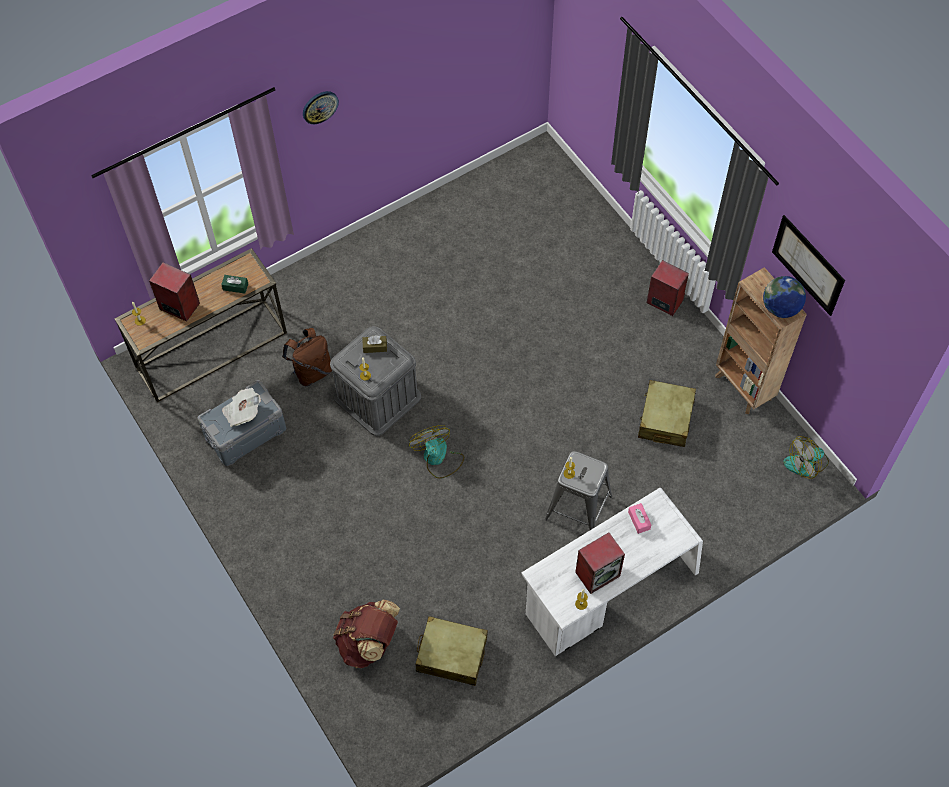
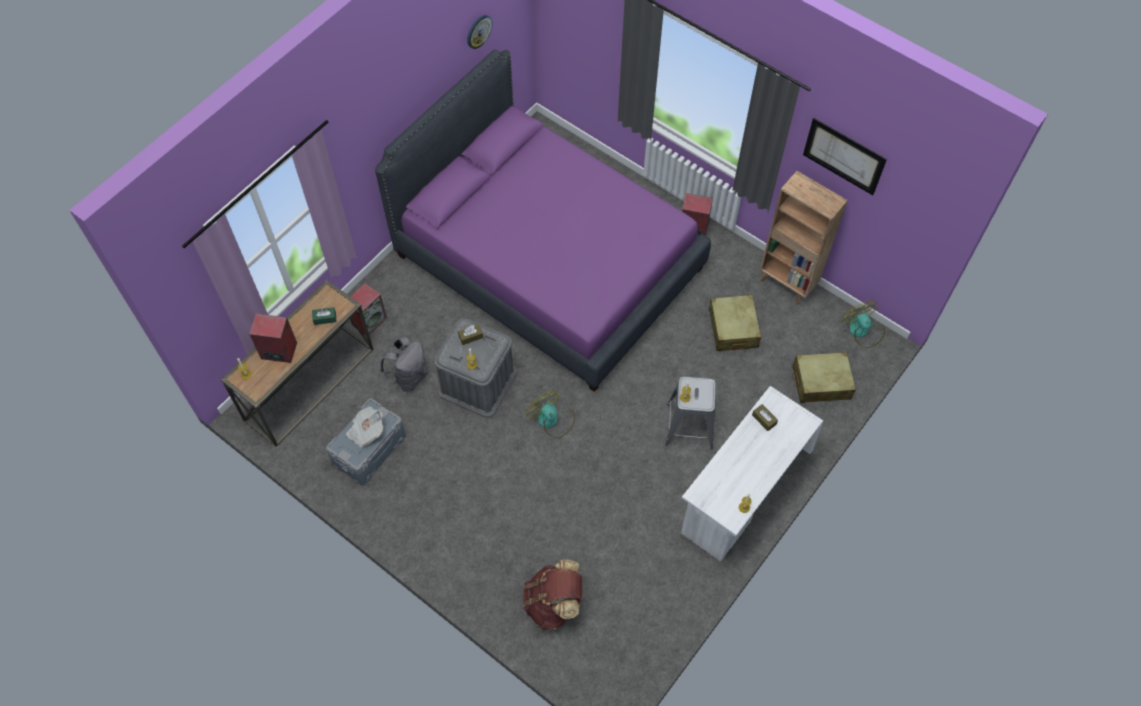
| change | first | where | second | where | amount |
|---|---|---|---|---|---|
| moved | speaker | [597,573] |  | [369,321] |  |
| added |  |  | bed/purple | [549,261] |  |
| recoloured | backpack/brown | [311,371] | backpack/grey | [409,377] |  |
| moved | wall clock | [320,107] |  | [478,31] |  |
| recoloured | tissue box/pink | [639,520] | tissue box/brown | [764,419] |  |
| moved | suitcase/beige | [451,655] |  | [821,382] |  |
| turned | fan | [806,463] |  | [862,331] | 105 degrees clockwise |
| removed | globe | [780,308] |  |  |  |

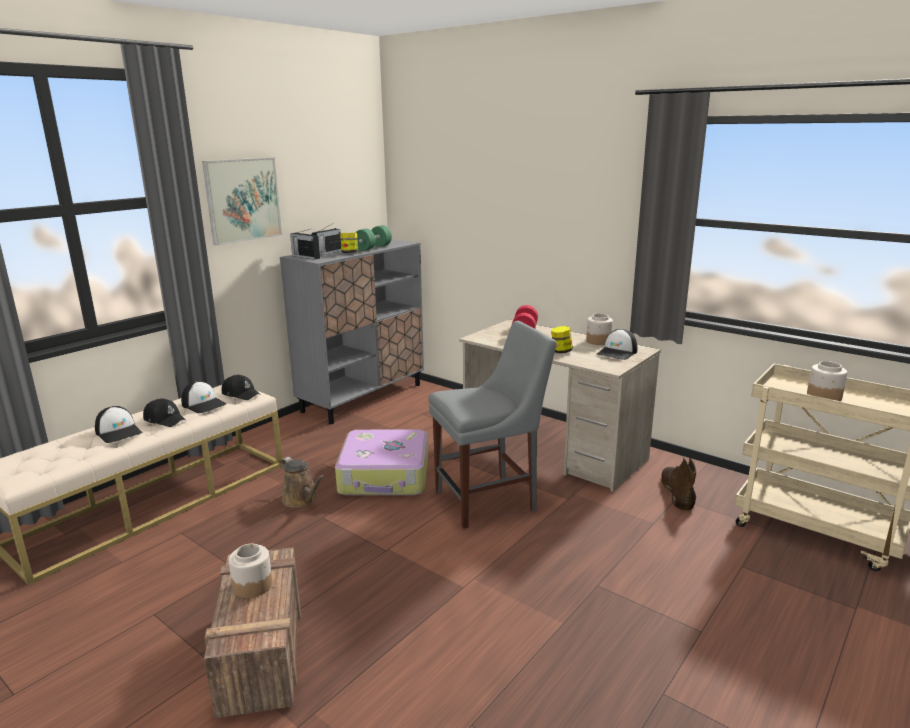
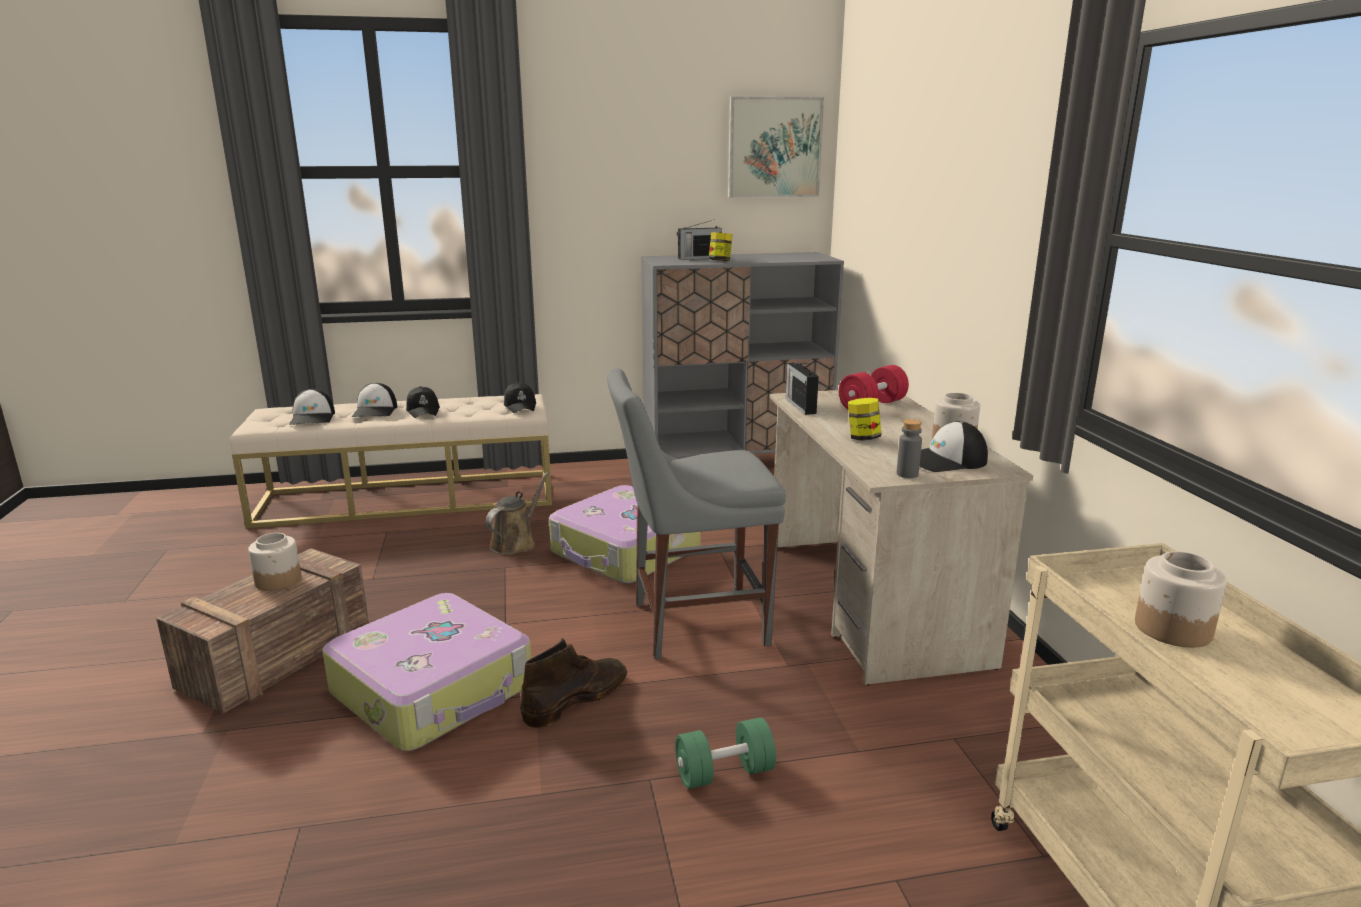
| change | first | where | second | where | amount |
|---|---|---|---|---|---|
| moved | cap | [204,404] |  | [313,418] |  |
| added |  |  | suitcase | [435,690] |  |
| turned | watering can/brown | [302,499] |  | [515,543] | 150 degrees counterclockwise |
| moved | boot/brown | [676,491] |  | [577,698] |  |
| turned | chair/grey | [490,500] |  | [692,623] | 150 degrees clockwise |
| moved | dumbbell/green | [373,248] |  | [724,773] |  |
| moved | picture | [243,200] |  | [774,147] |  |
| moved | radio | [305,257] |  | [800,405] |  |
| added |  |  | bottle/grey | [907,474] |  |

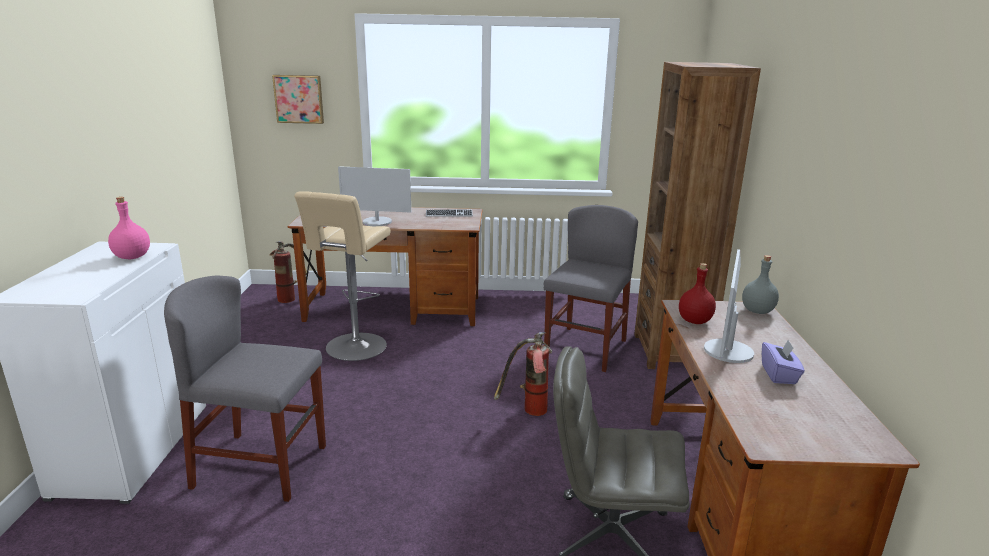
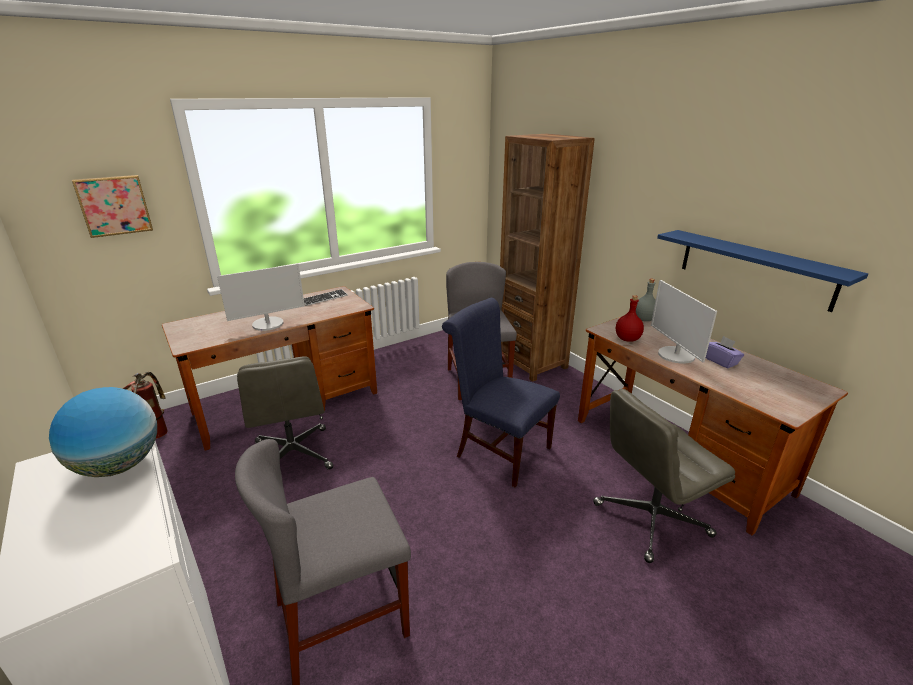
| change | first | where | second | where | amount |
|---|---|---|---|---|---|
| replaced | bottle/pink | [132,257] | globe | [119,465] |  |
| replaced | stool/beige | [354,348] | office chair/grey | [293,456] |  |
| replaced | fire extinguisher | [528,412] | chair/blue | [498,450] |  |
| added |  |  | shelf/blue | [754,268] |  |

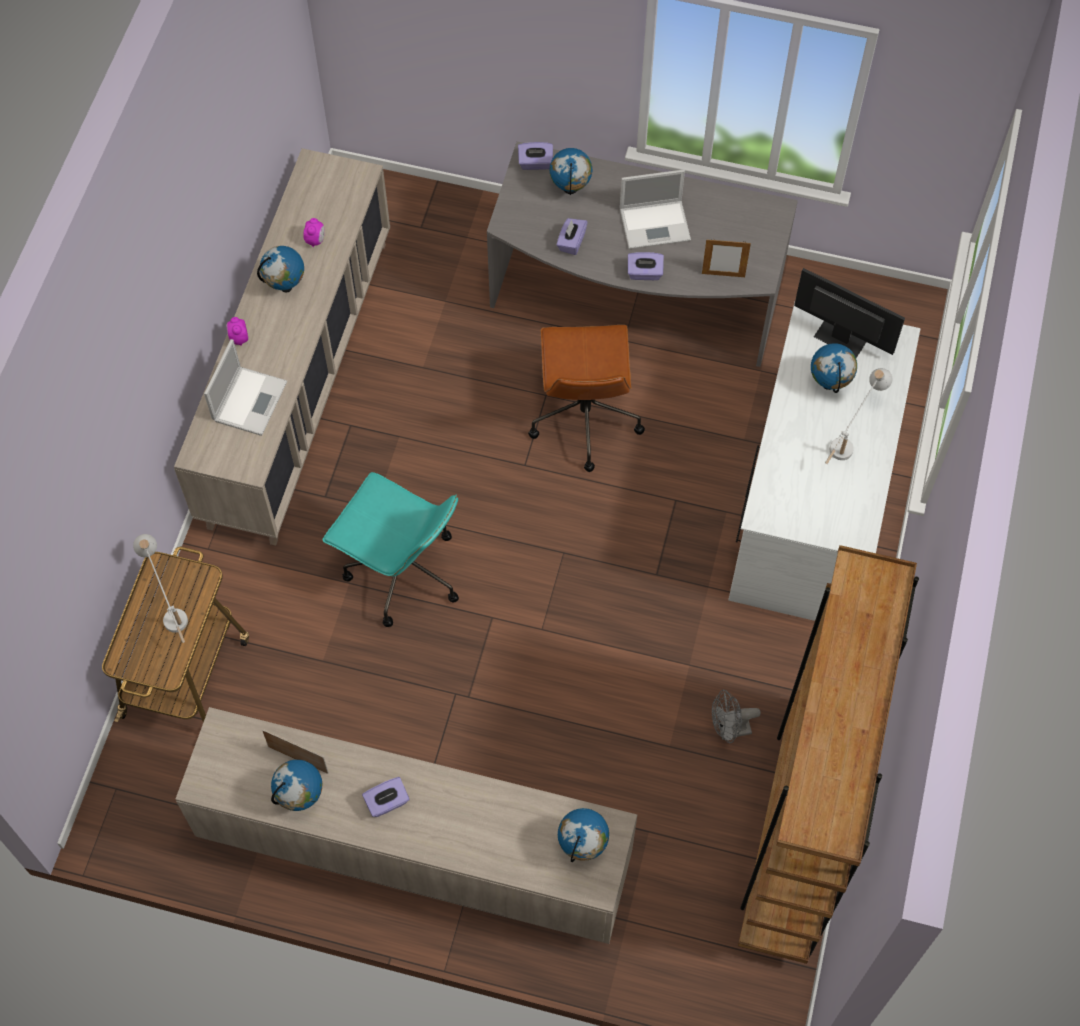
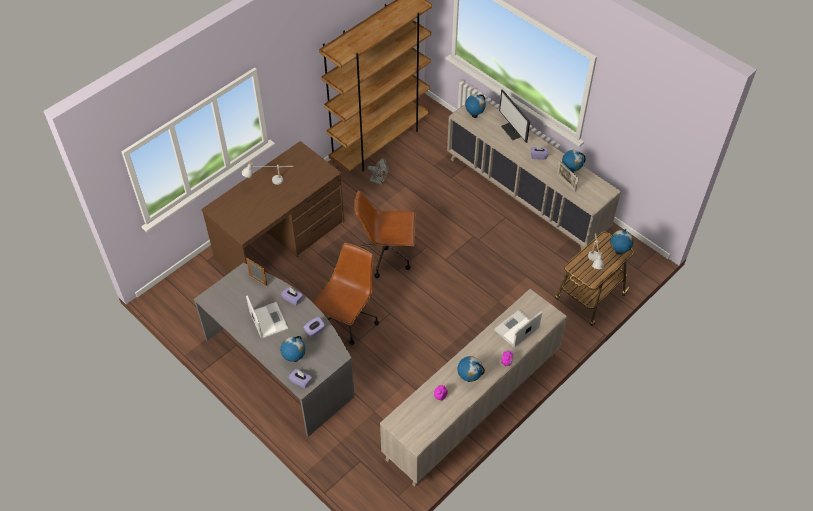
| change | first | where | second | where | amount |
|---|---|---|---|---|---|
| recoloured | desk/white | [811,504] | desk/brown | [280,240] |  |
| turned | laptop | [656,224] |  | [268,320] | 45 degrees clockwise |
| added |  |  | office chair/brown | [387,255] |  |
| moved | monitor | [840,337] |  | [513,131] |  |
| moved | globe | [829,384] |  | [618,251] |  |
| removed | office chair/turquoise | [401,572] |  |  |  |

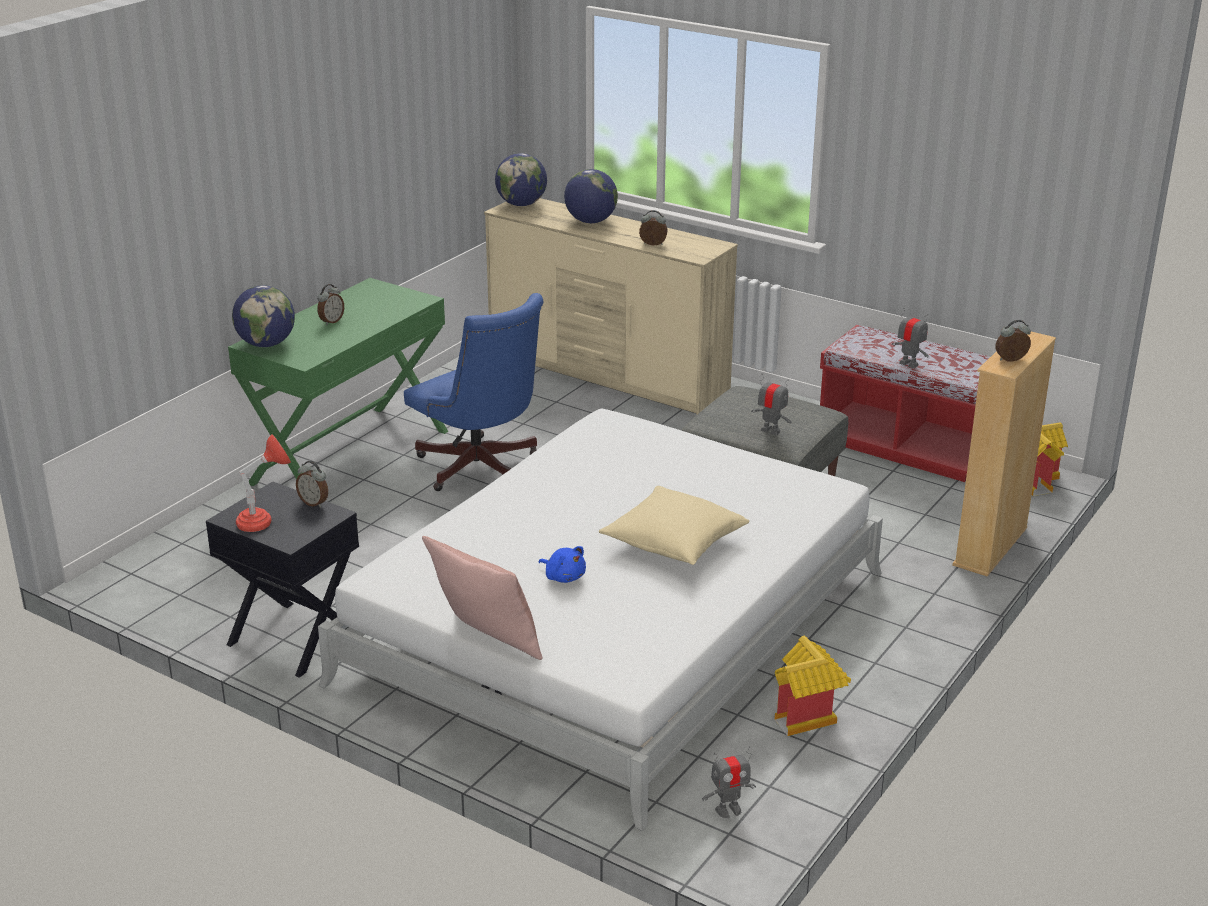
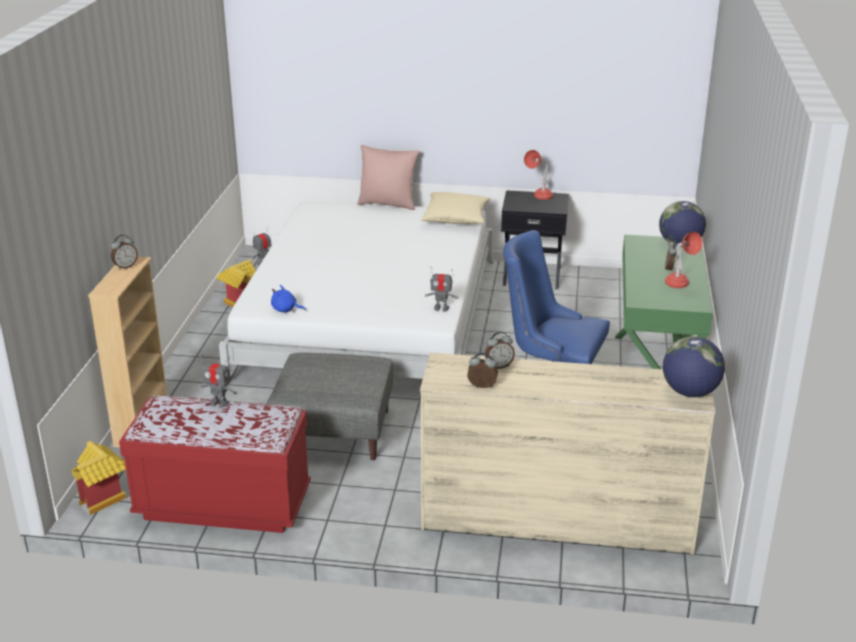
| change | first | where | second | where | amount |
|---|---|---|---|---|---|
| moved | plush toy/blue | [564,577] |  | [286,310] |  |
| moved | pillow/beige | [673,542] |  | [456,218] |  |
| moved | toy robot | [770,430] |  | [441,308] |  |
| moved | alarm clock | [314,503] |  | [482,387] |  |
| added |  |  | table lamp/red | [679,286] |  |
| removed | globe | [591,221] |  |  |  |

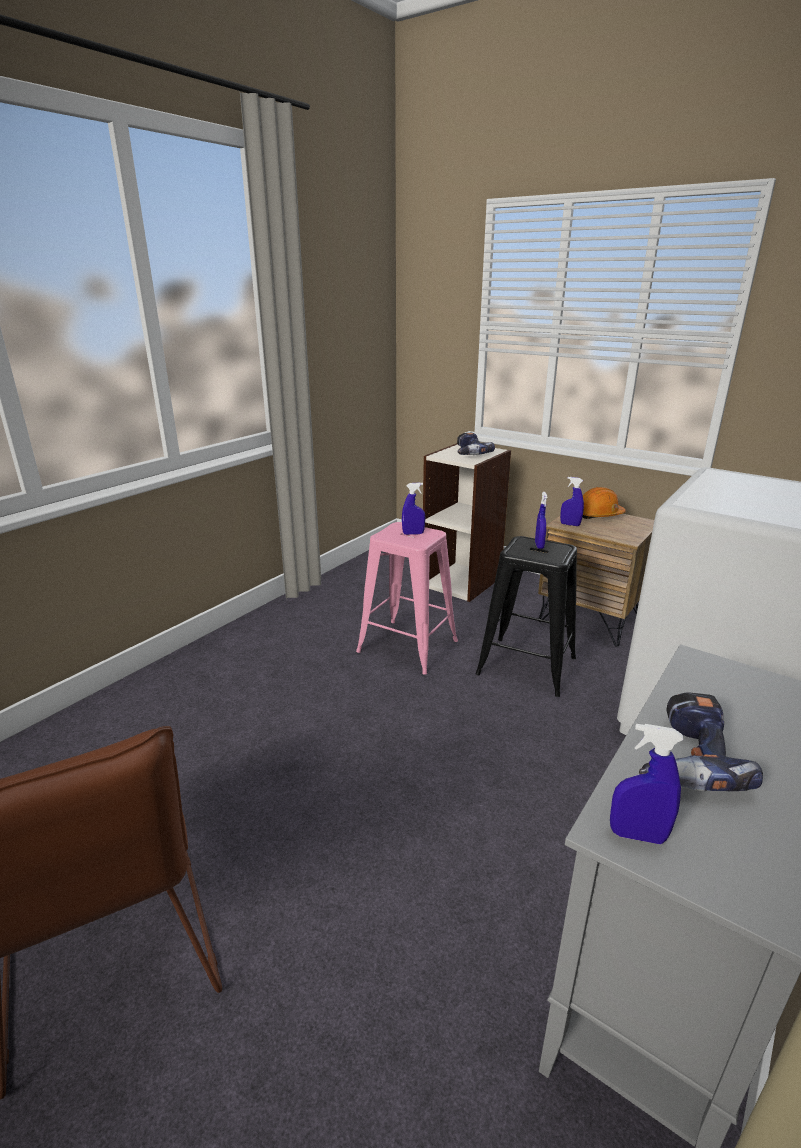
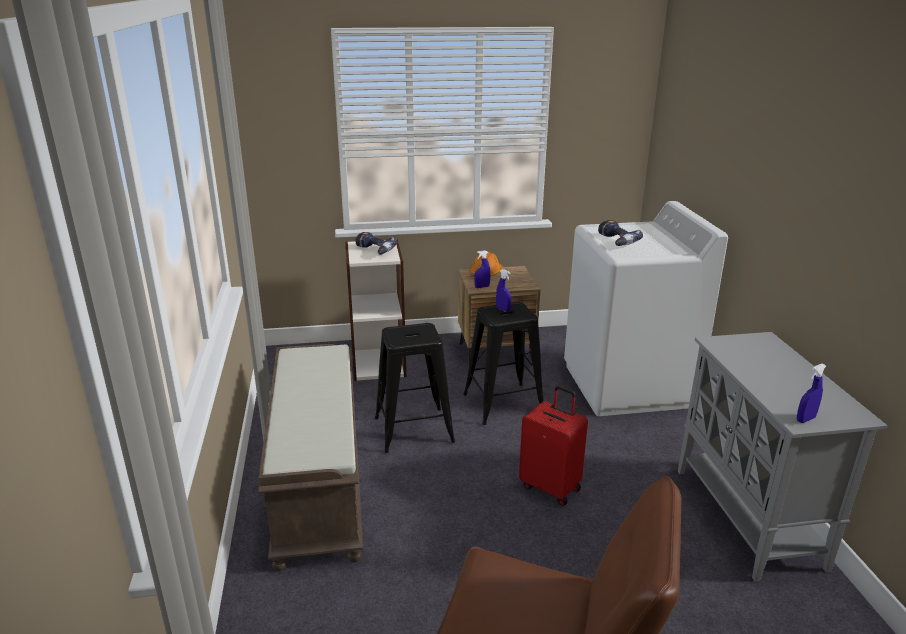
| change | first | where | second | where | amount |
|---|---|---|---|---|---|
| added |  |  | bench/brown | [317,481] |  |
| recoloured | stool/pink | [407,646] | stool/black | [413,430] |  |
| added |  |  | suitcase/red | [551,487] |  |
| moved | power drill | [683,758] |  | [615,241] |  |
| removed | spray bottle/blue | [413,533] |  |  |  |

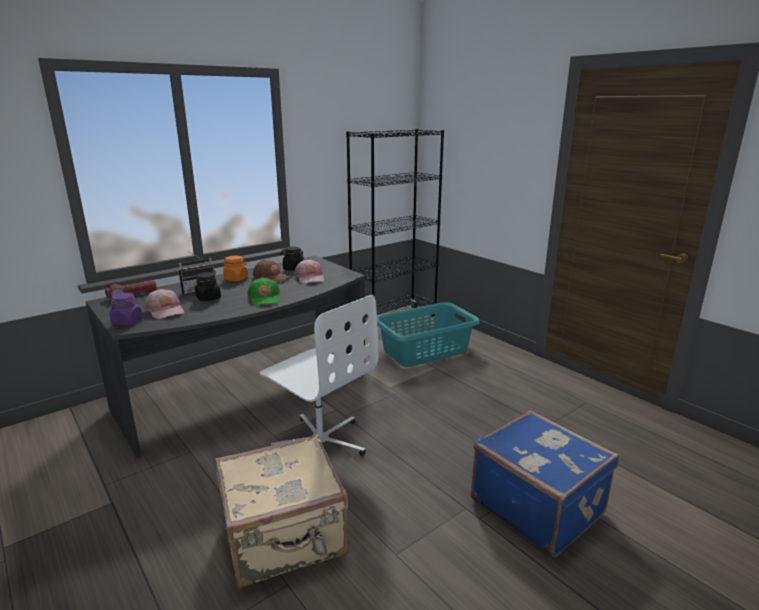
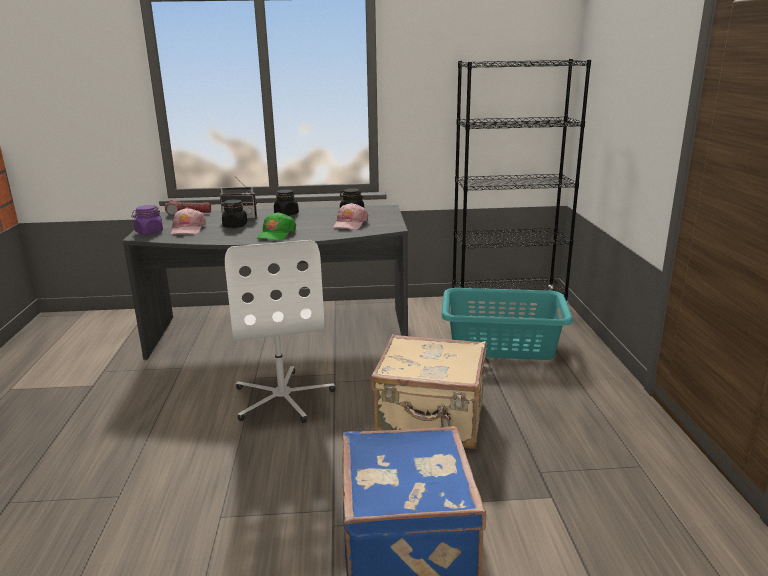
| change | first | where | second | where | amount |
|---|---|---|---|---|---|
| recoloured | jar/orange | [236,279] | jar/black | [286,214] |  |
| moved | suitcase/beige | [285,538] |  | [431,421] |  |
| removed | cap/brown | [271,277] |  |  |  |

